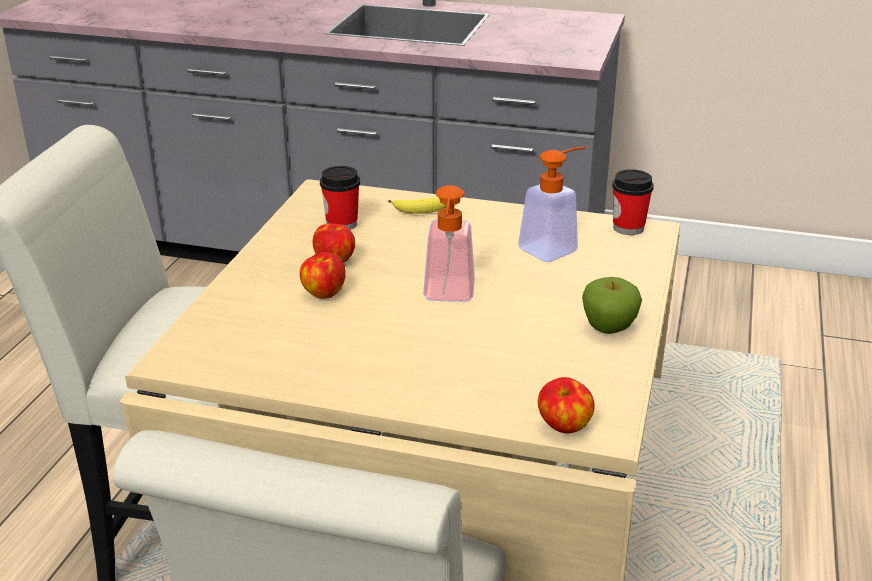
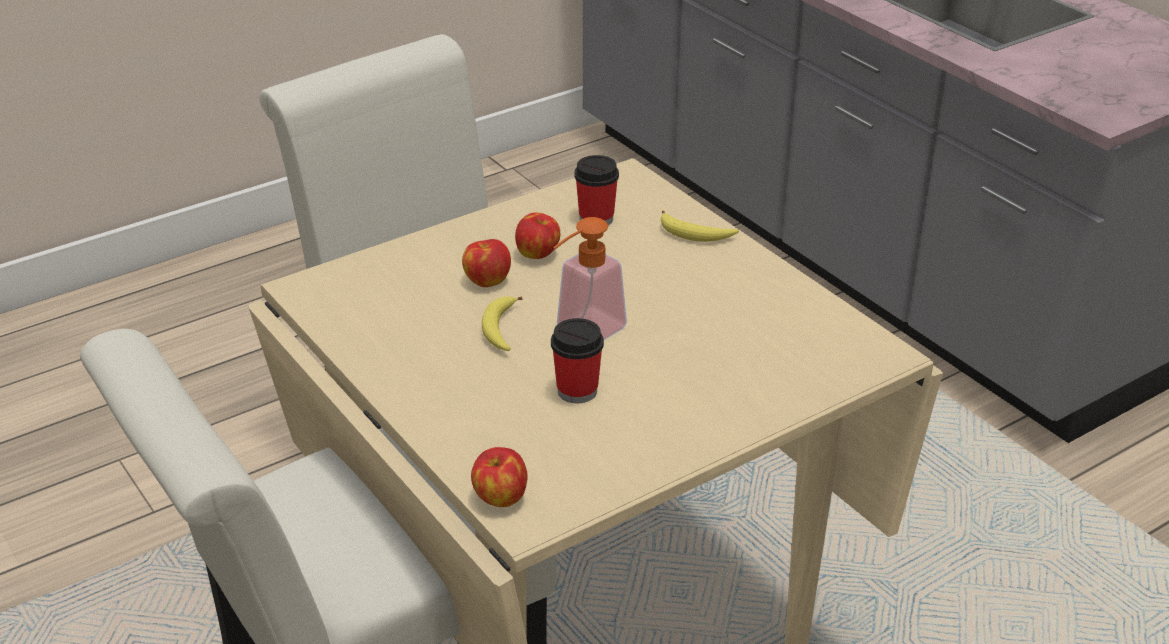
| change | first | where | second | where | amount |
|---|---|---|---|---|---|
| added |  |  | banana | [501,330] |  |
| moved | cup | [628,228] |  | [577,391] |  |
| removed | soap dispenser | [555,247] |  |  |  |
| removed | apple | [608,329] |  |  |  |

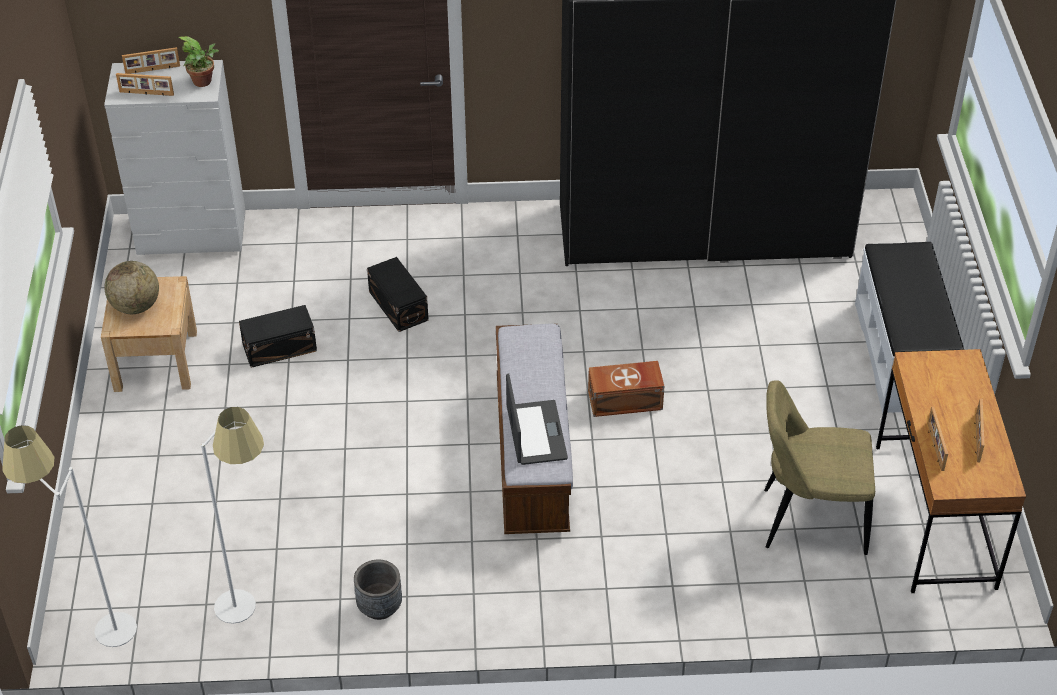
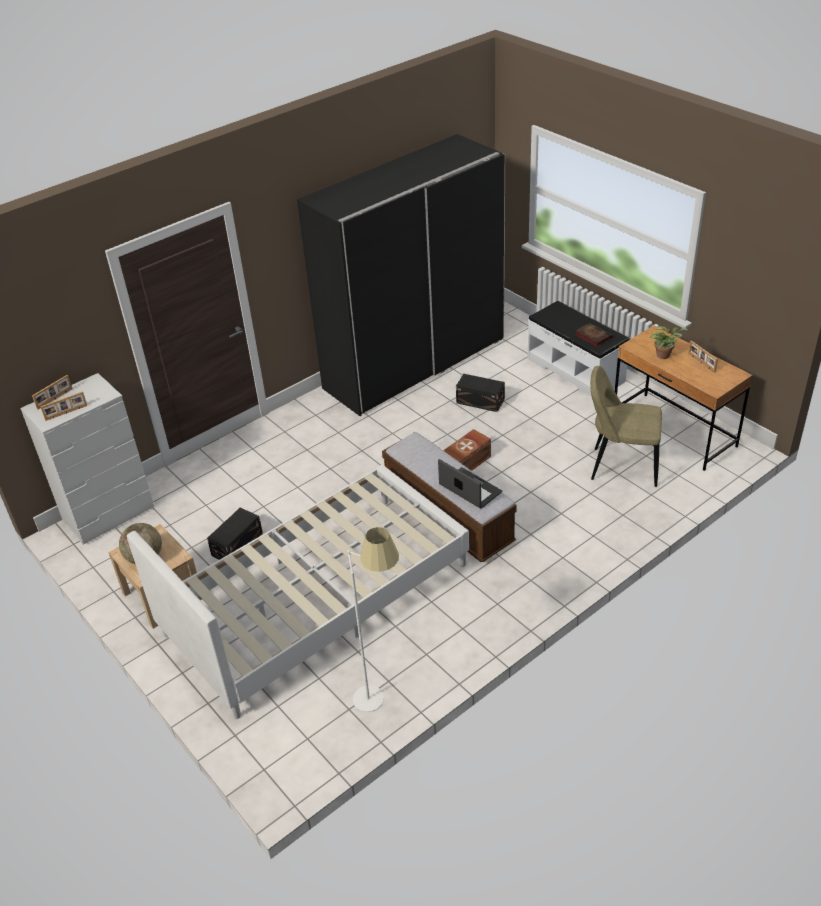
| change | first | where | second | where | amount |
|---|---|---|---|---|---|
| added |  |  | bed/white | [317,599] |  |
| moved | storage box/black | [398,307] |  | [480,401] |  |
| added |  |  | book | [592,336] |  |
| turned | chair/beige | [808,520] |  | [620,466] | 45 degrees clockwise |
| moved | potted plant | [204,82] |  | [664,355] |  |
| removed | floor lamp/white | [96,632] |  |  |  |
| removed | planter/grey | [379,607] |  |  |  |
| removed | picture frame | [934,447] |  |  |  |

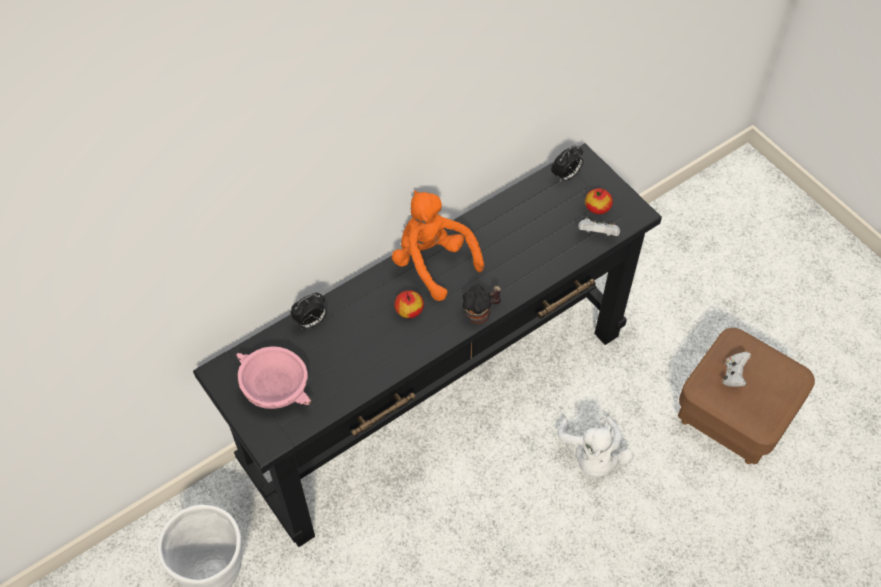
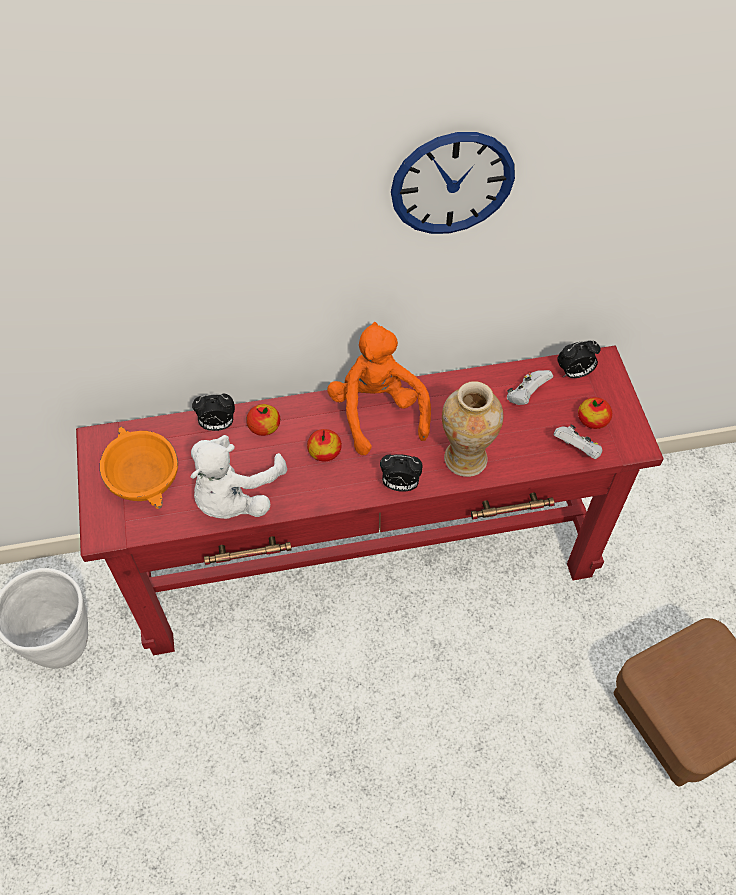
| change | first | where | second | where | amount |
|---|---|---|---|---|---|
| recoloured | console table/black | [438,399] | console table/red | [367,565] |  |
| recoloured | bowl/pink | [274,387] | bowl/orange | [142,478] |  |
| moved | plush toy/white | [592,457] |  | [234,496] |  |
| added |  |  | apple | [264,427] |  |
| replaced | mug | [481,312] | alarm clock | [400,485] |  |
| added |  |  | wall clock | [452,183] |  |
| added |  |  | vase | [465,459] |  |
| moved | game controller/white | [733,375] |  | [526,395] |  |

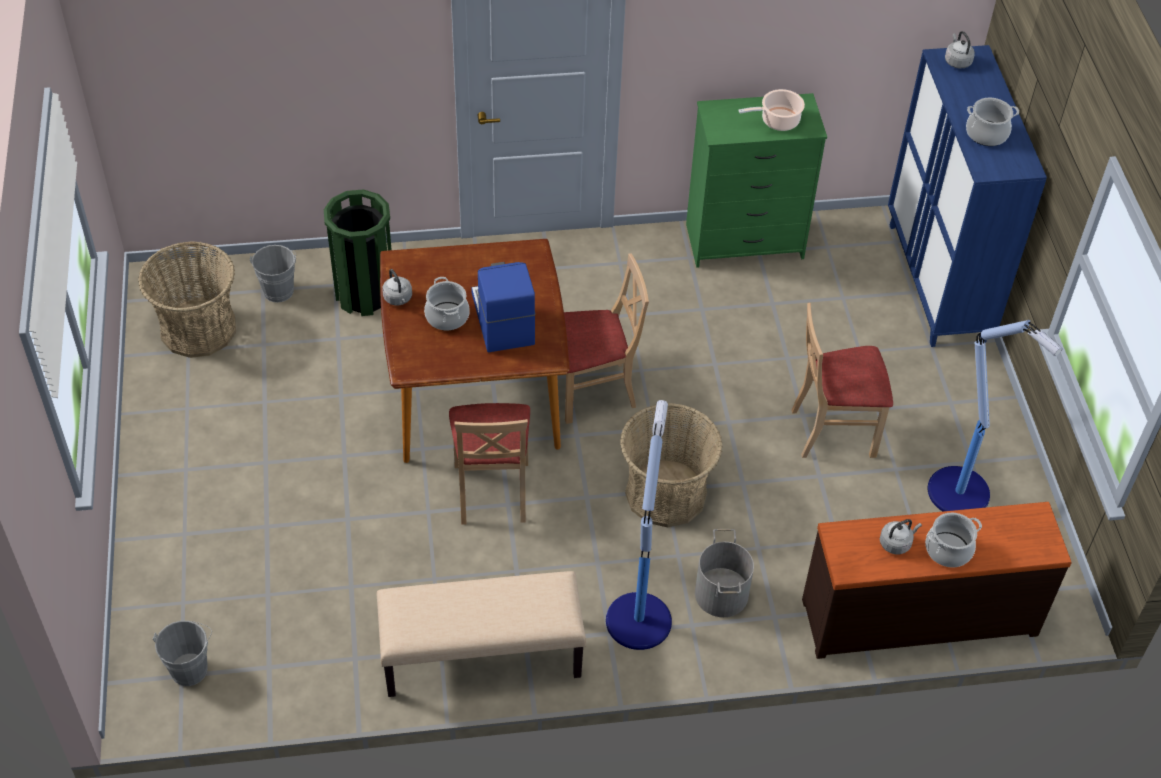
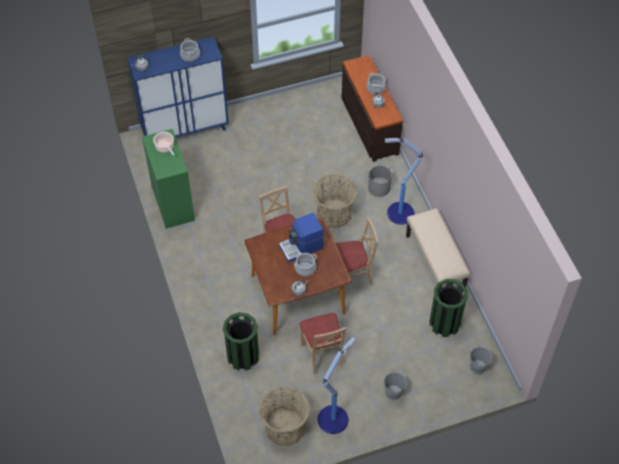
| change | first | where | second | where | amount |
|---|---|---|---|---|---|
| moved | chair/beige | [833,431] |  | [322,354] |  |
| moved | floor lamp | [960,493] |  | [333,418] |  |
| moved | bucket/grey | [278,288] |  | [391,393] |  |
| added |  |  | trash can/green | [444,323] |  |

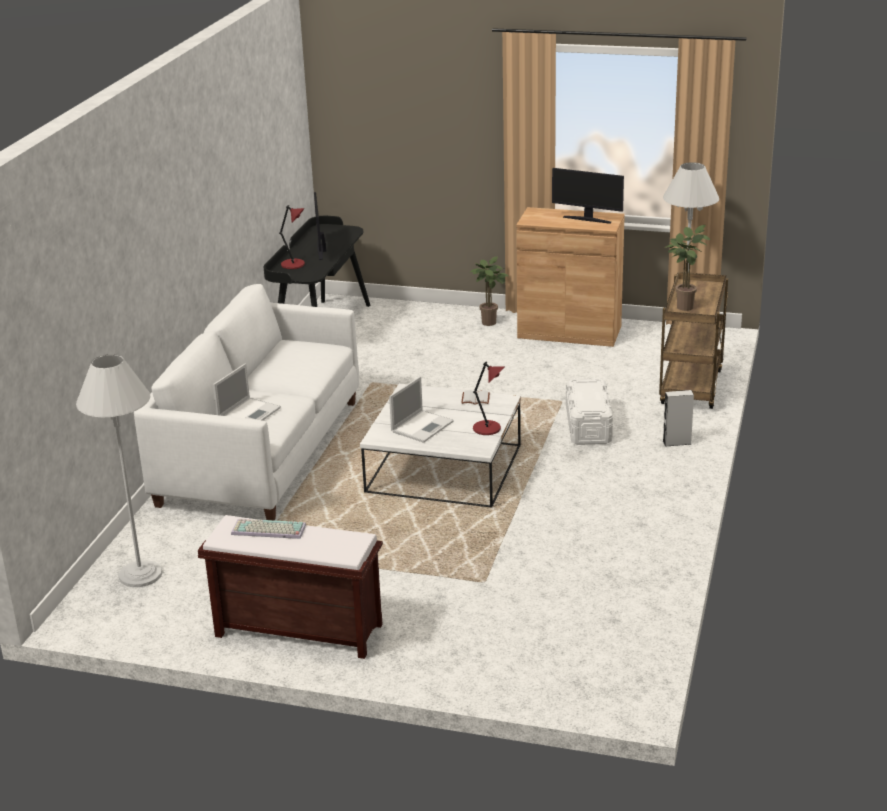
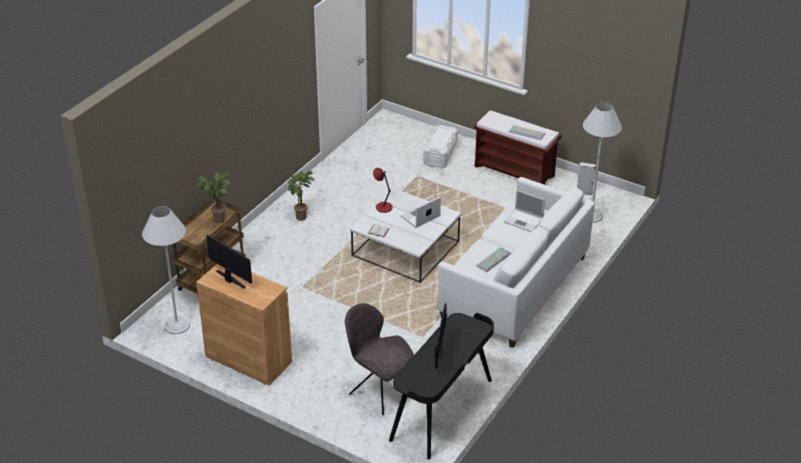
| change | first | where | second | where | amount |
|---|---|---|---|---|---|
| moved | potted plant | [490,324] |  | [301,216] |  |
| added |  |  | chair/grey | [379,391] |  |
| moved | storage box/white | [588,426] |  | [440,154] |  |
| added |  |  | keyboard | [493,260] |  |
| turned | laptop | [249,413] |  | [524,221] | 105 degrees counterclockwise |
| moved | speaker/grey | [677,442] |  | [584,192] |  |
| removed | table lamp/red | [294,264] |  |  |  |

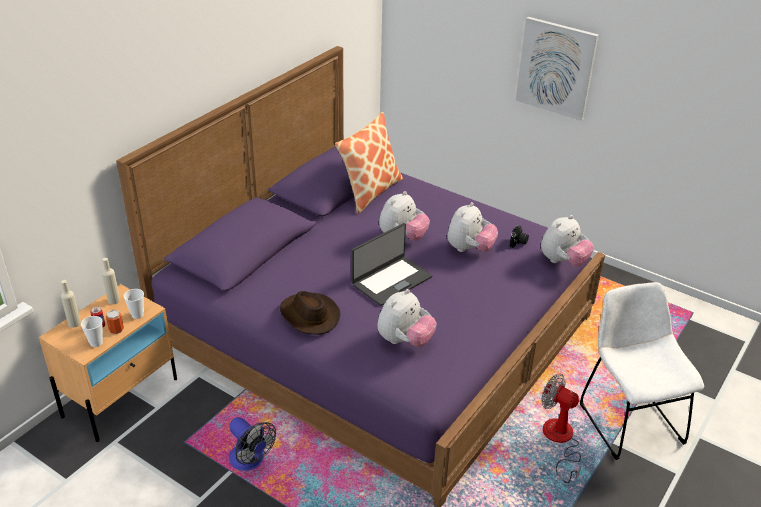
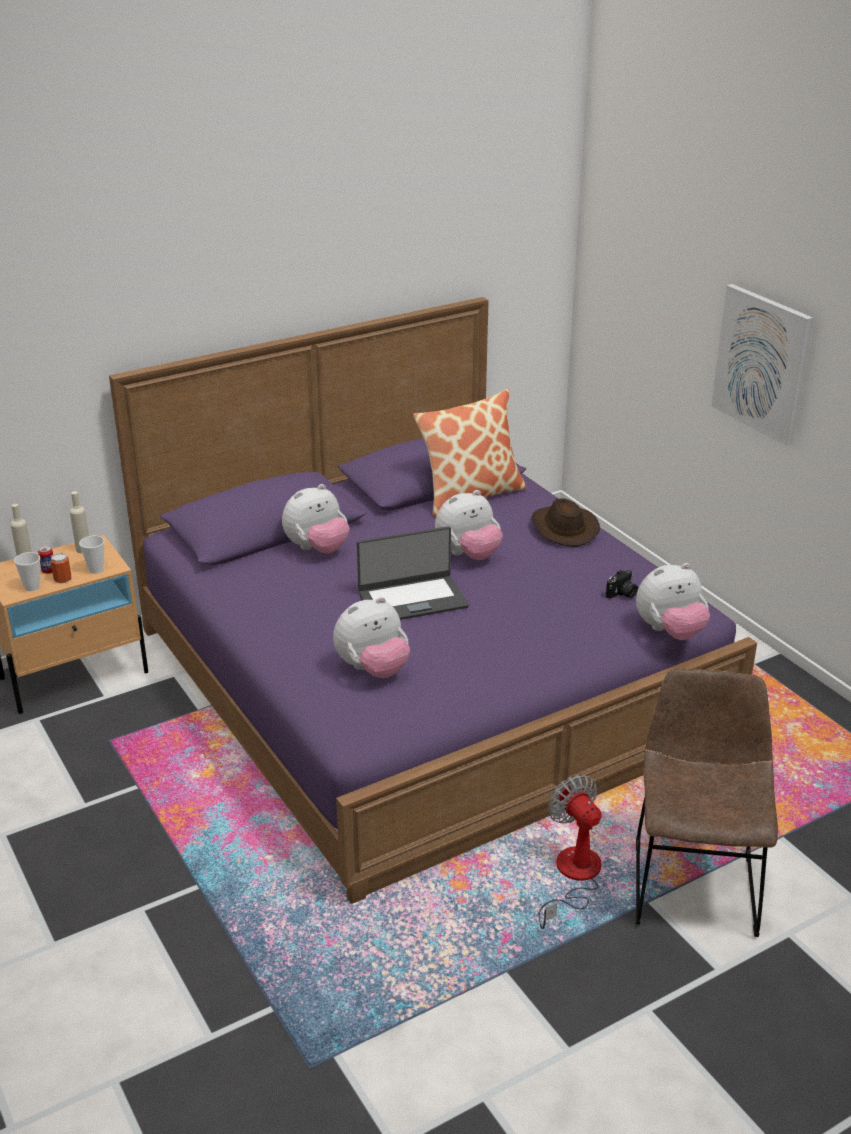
| change | first | where | second | where | amount |
|---|---|---|---|---|---|
| moved | plush toy | [469,249] |  | [317,549] |  |
| moved | hat/brown | [308,315] |  | [563,528] |  |
| recoloured | chair/white | [628,419] | chair/brown | [694,881] |  |
| removed | fan | [250,461] |  |  |  |

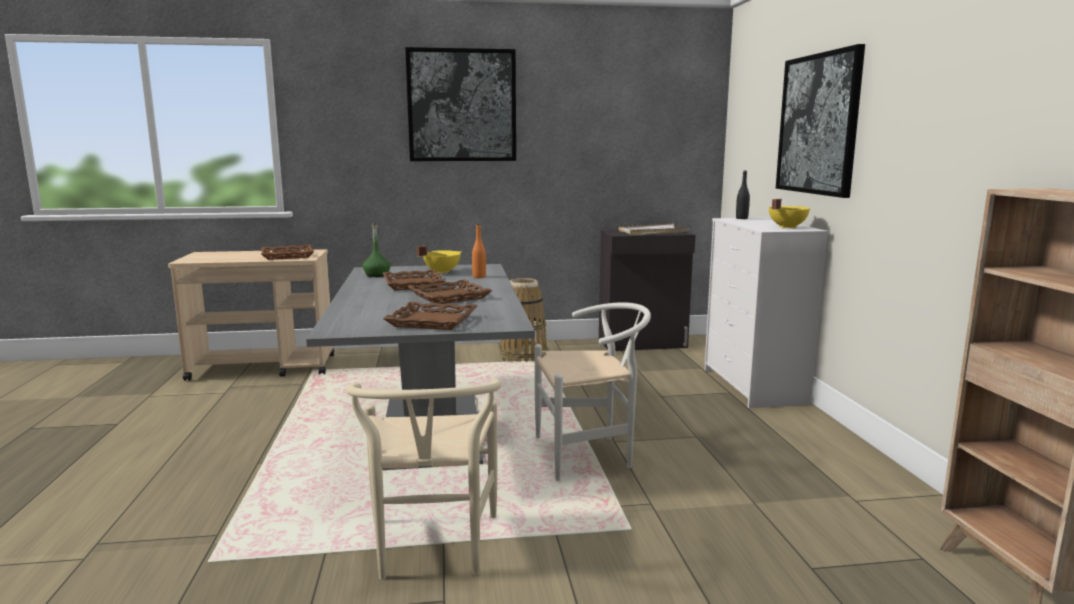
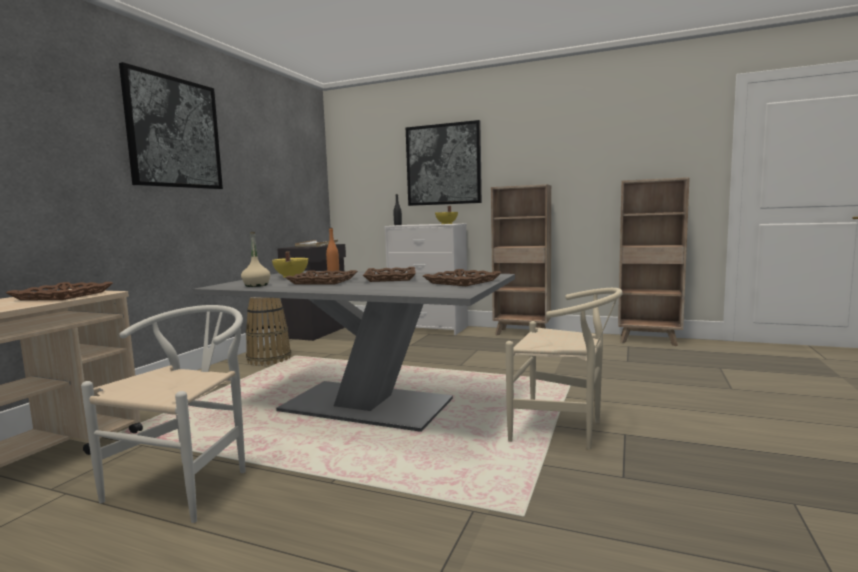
| change | first | where | second | where | amount |
|---|---|---|---|---|---|
| moved | chair/white | [590,454] |  | [189,483] |  |
| recoloured | bottle/green | [377,275] | bottle/beige | [256,285] |  |
| added |  |  | bookcase/brown | [522,333] |  |

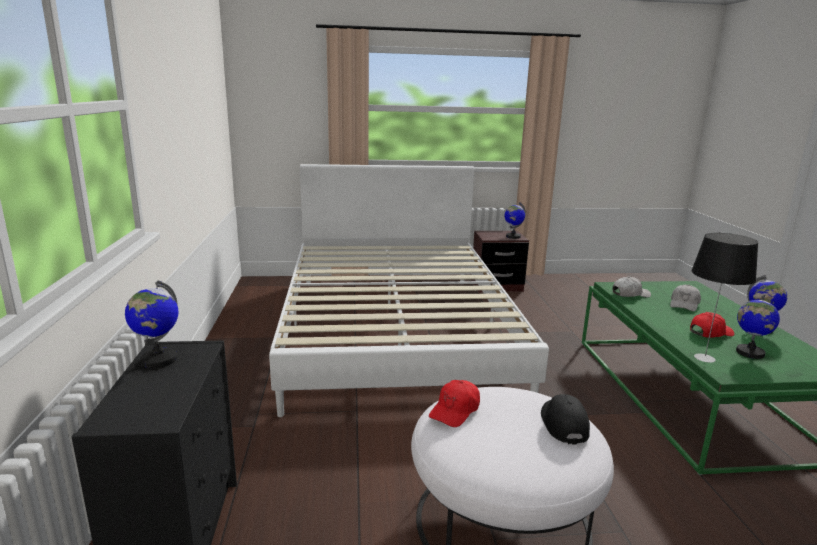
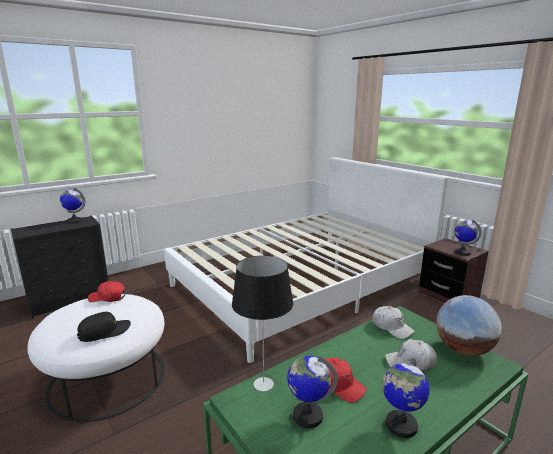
| change | first | where | second | where | amount |
|---|---|---|---|---|---|
| added |  |  | globe | [463,349] |  |

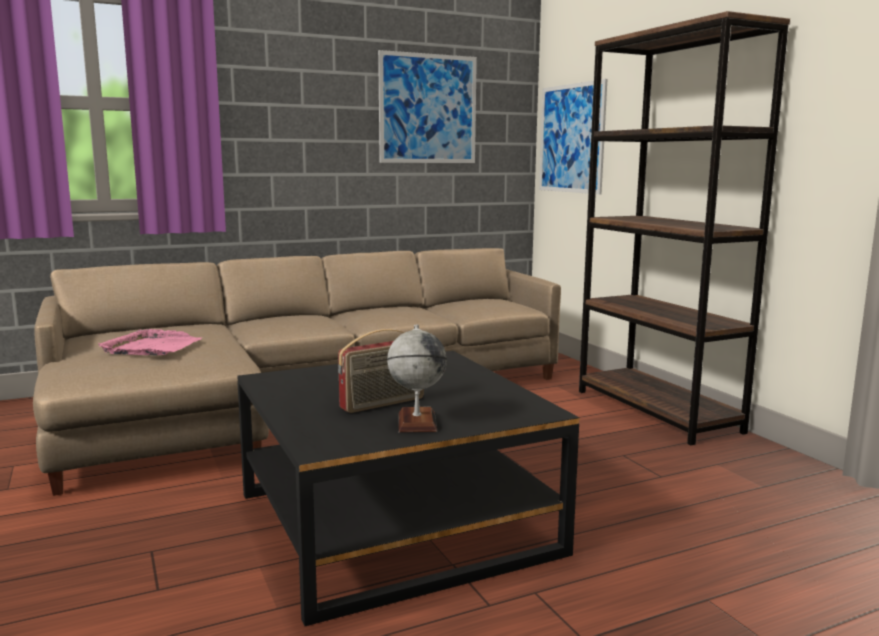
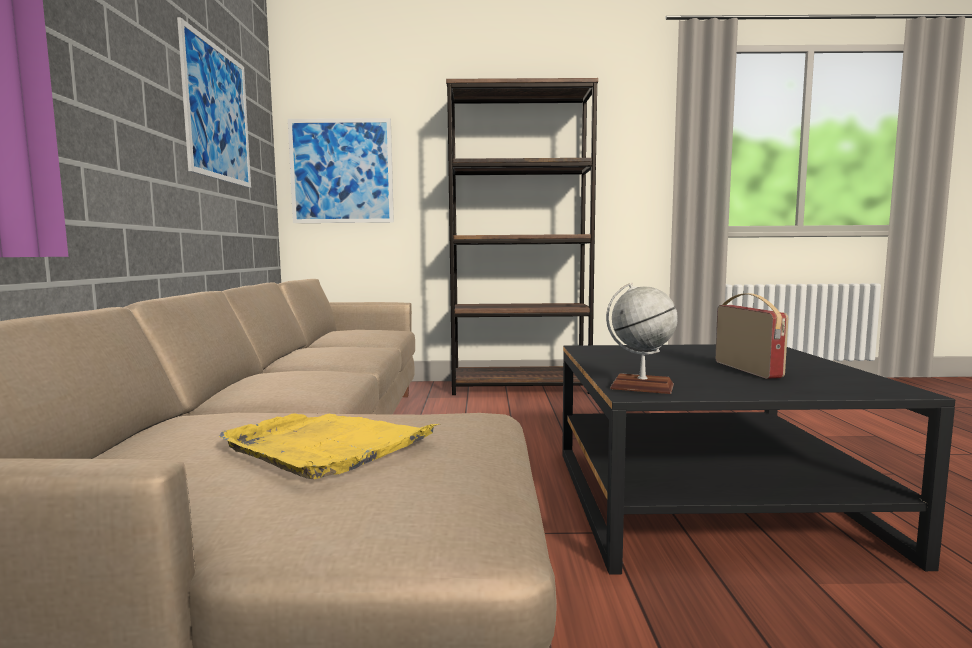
| change | first | where | second | where | amount |
|---|---|---|---|---|---|
| recoloured | tray/pink | [152,347] | tray/yellow | [328,446] |  |
| moved | globe | [417,422] |  | [641,387] |  |

